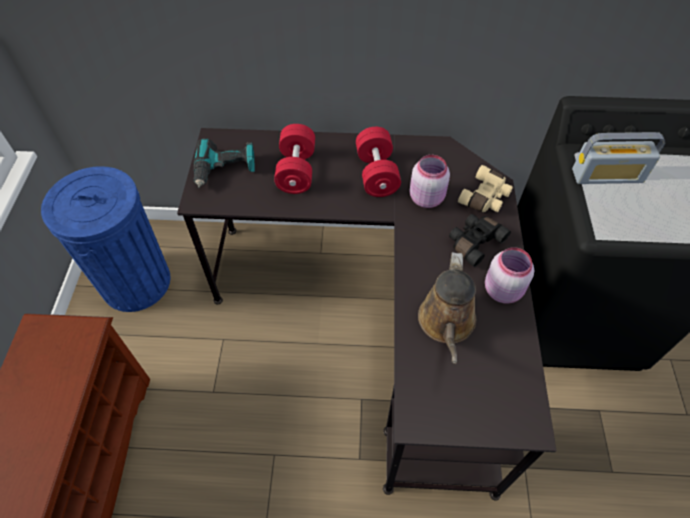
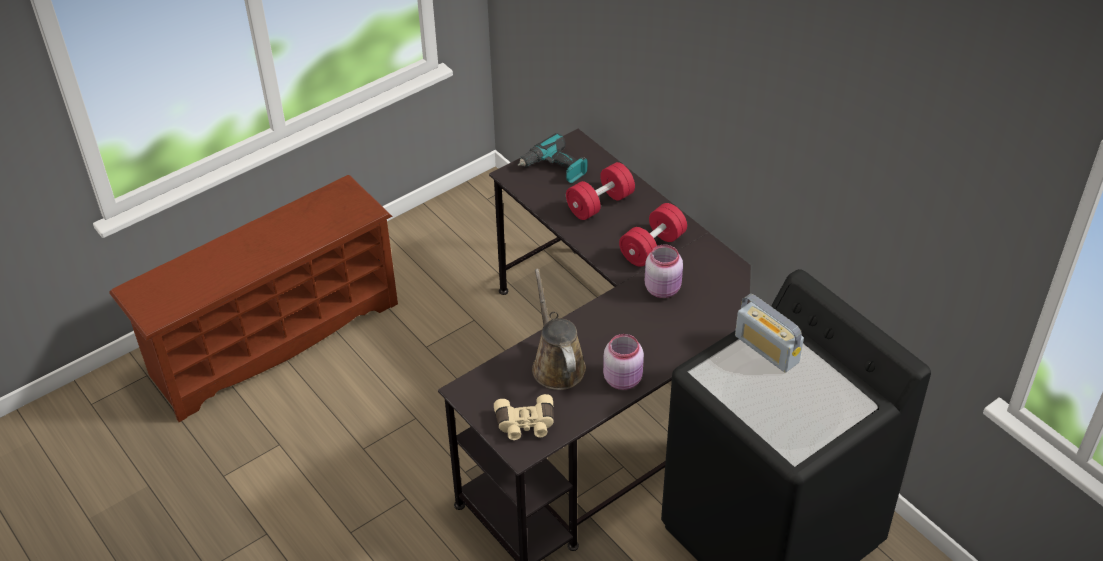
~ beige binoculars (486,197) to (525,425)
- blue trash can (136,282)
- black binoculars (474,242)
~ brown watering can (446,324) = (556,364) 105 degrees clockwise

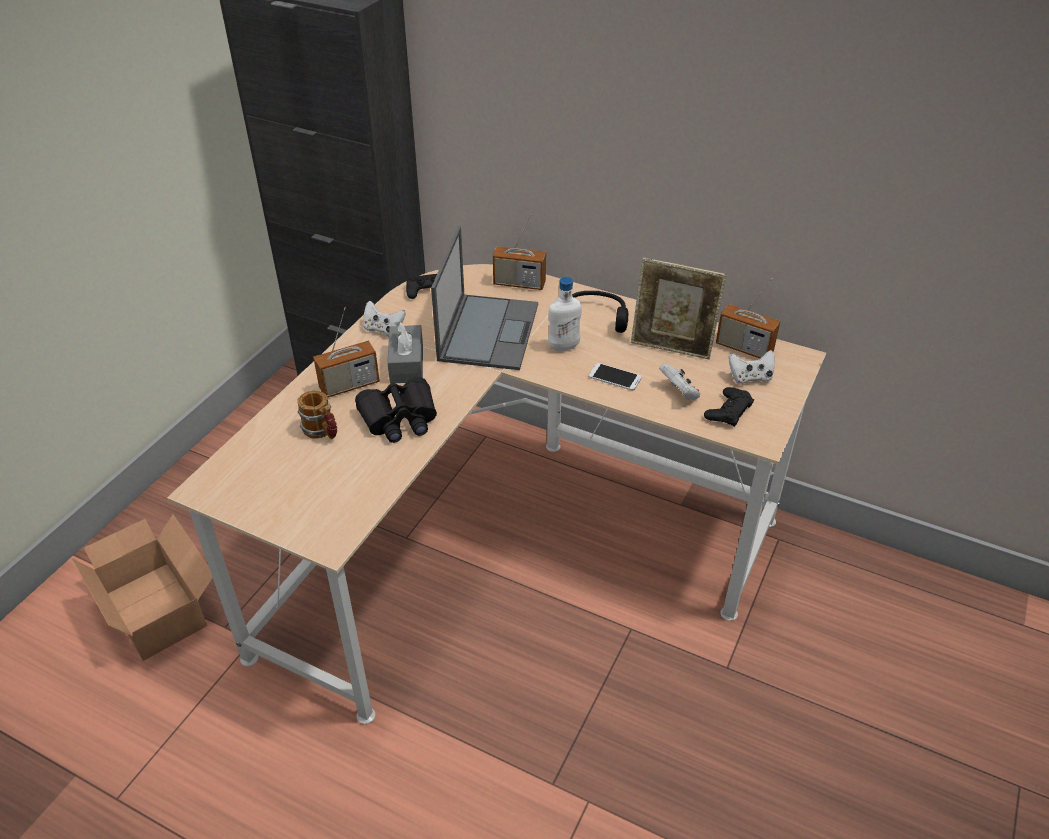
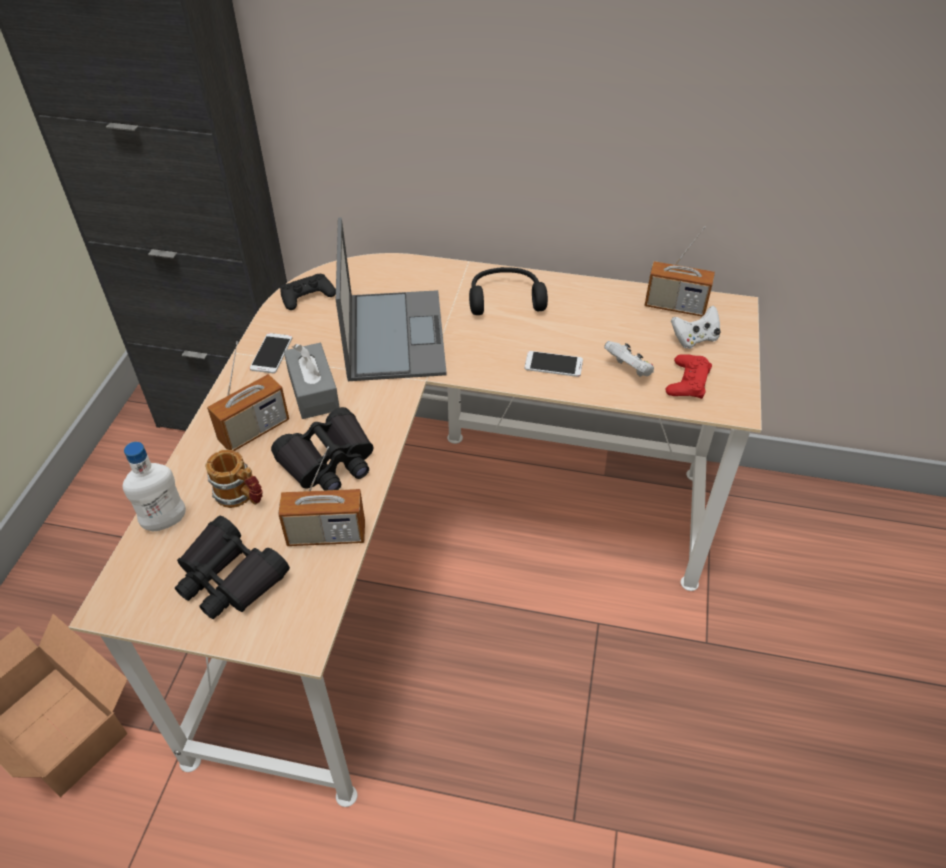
~ radio (519,283) to (326,535)
- picture frame (671,348)
~ white bottle (563,346) to (165,522)
~ white game controller (383,329) to phone (271,353)
~ black game controller (728,411) to red game controller (687,381)
+ black binoculars (229,577)

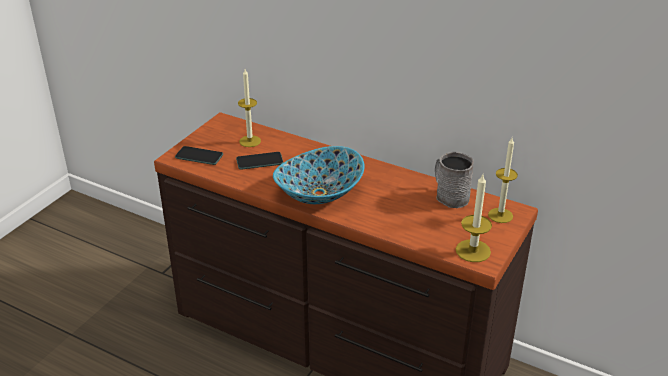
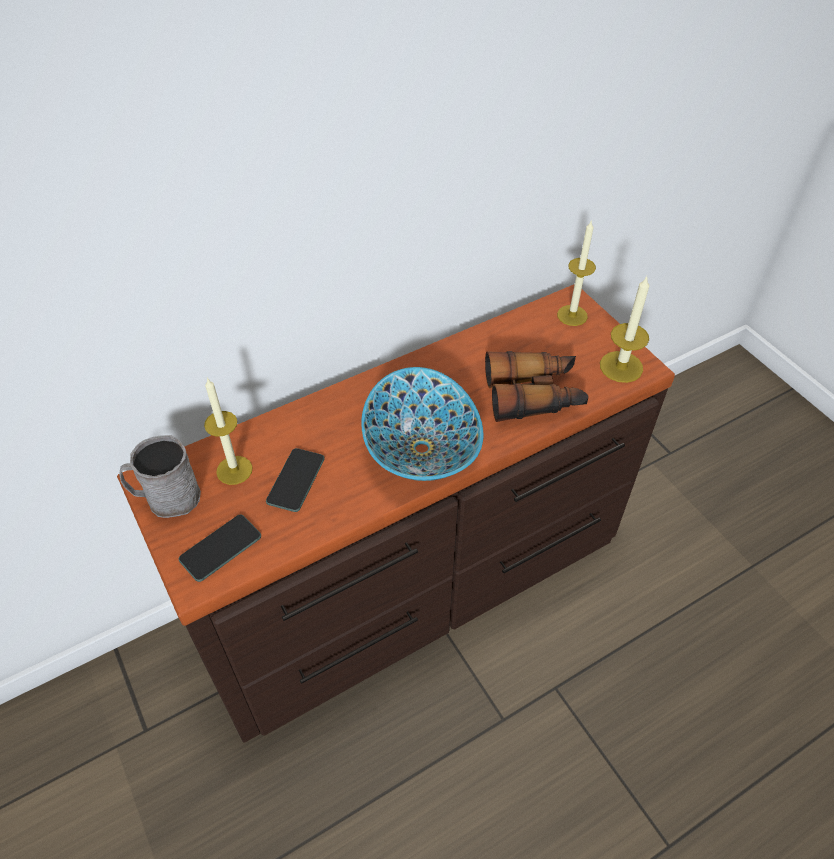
~ grey mug (449,195) to (166,498)
+ binoculars (534,395)

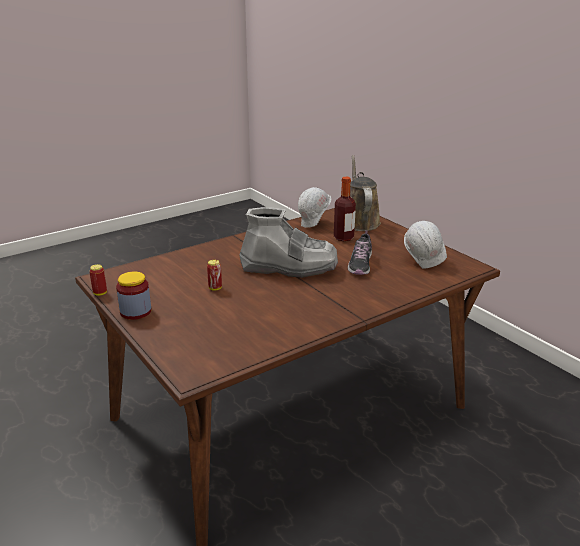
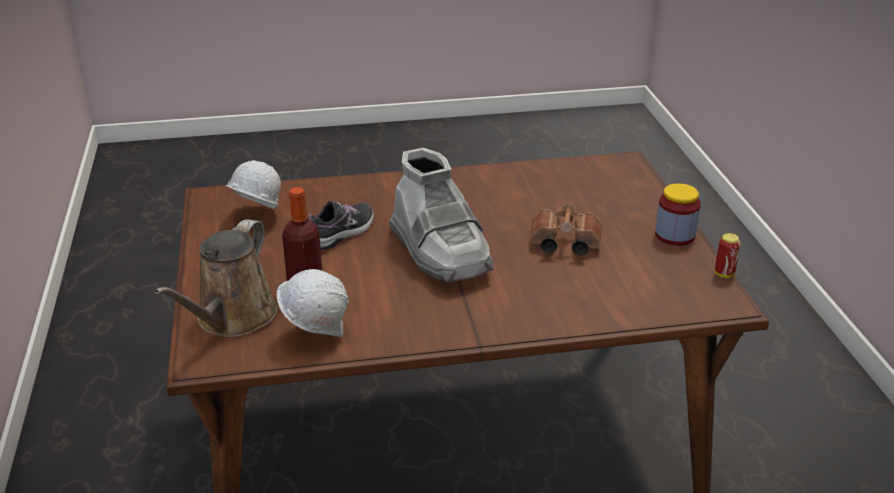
~ grey boot (289,267) = (440,252) 150 degrees counterclockwise
~ can (215,288) to brown binoculars (563,244)

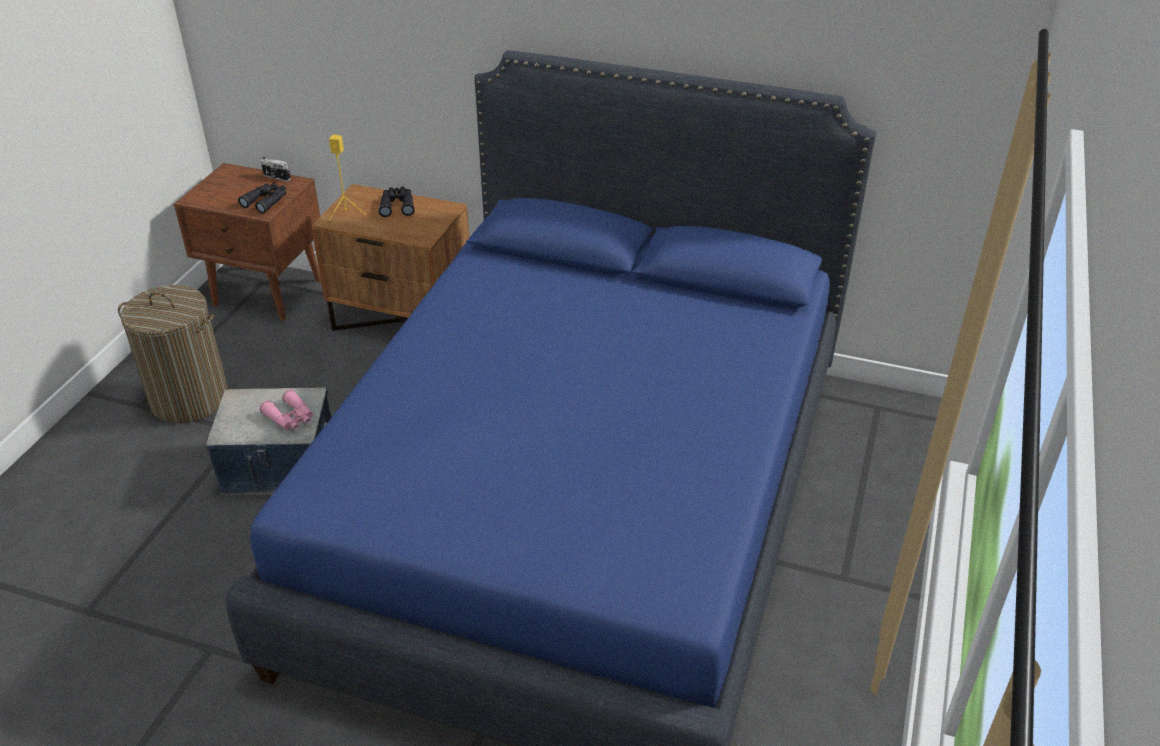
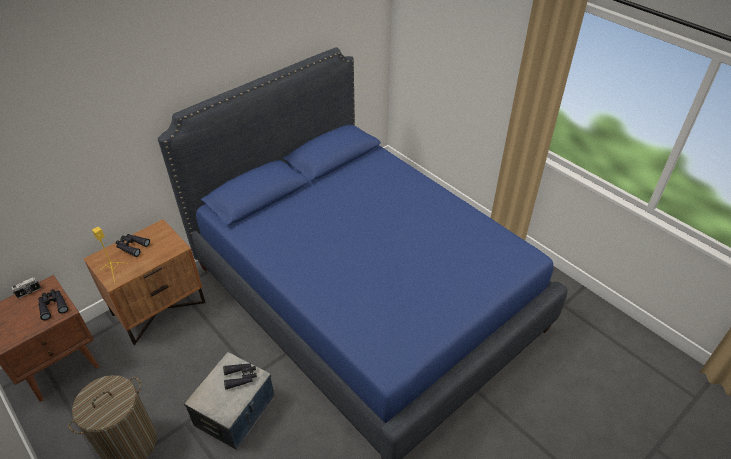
~ pink binoculars (291,418) to black binoculars (241,377)

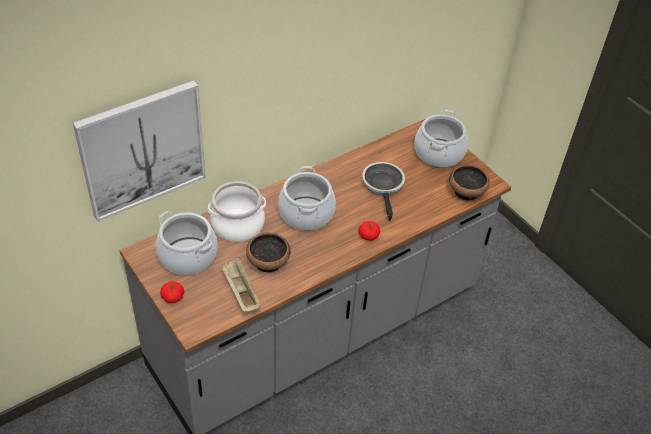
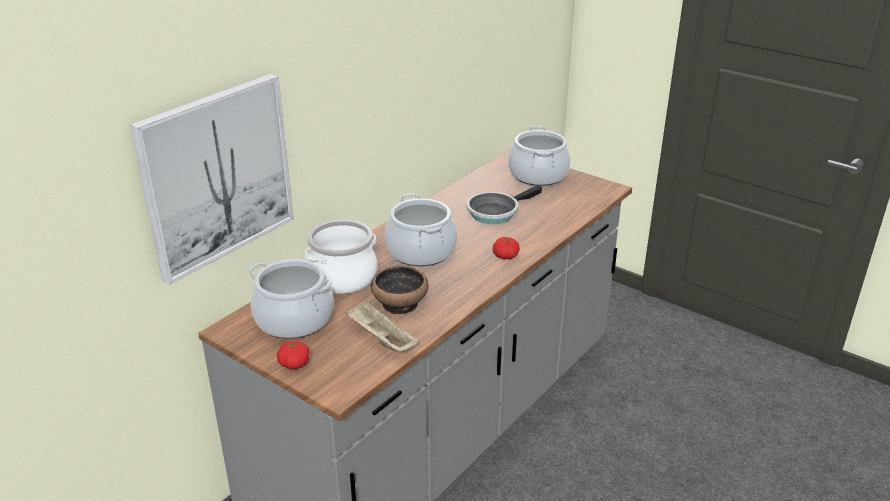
~ frying pan (383,186) = (495,212) 105 degrees counterclockwise
- bowl (466,192)

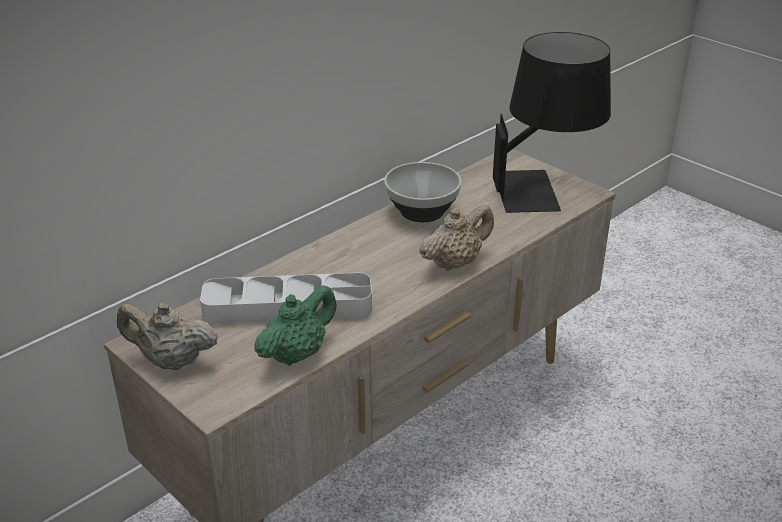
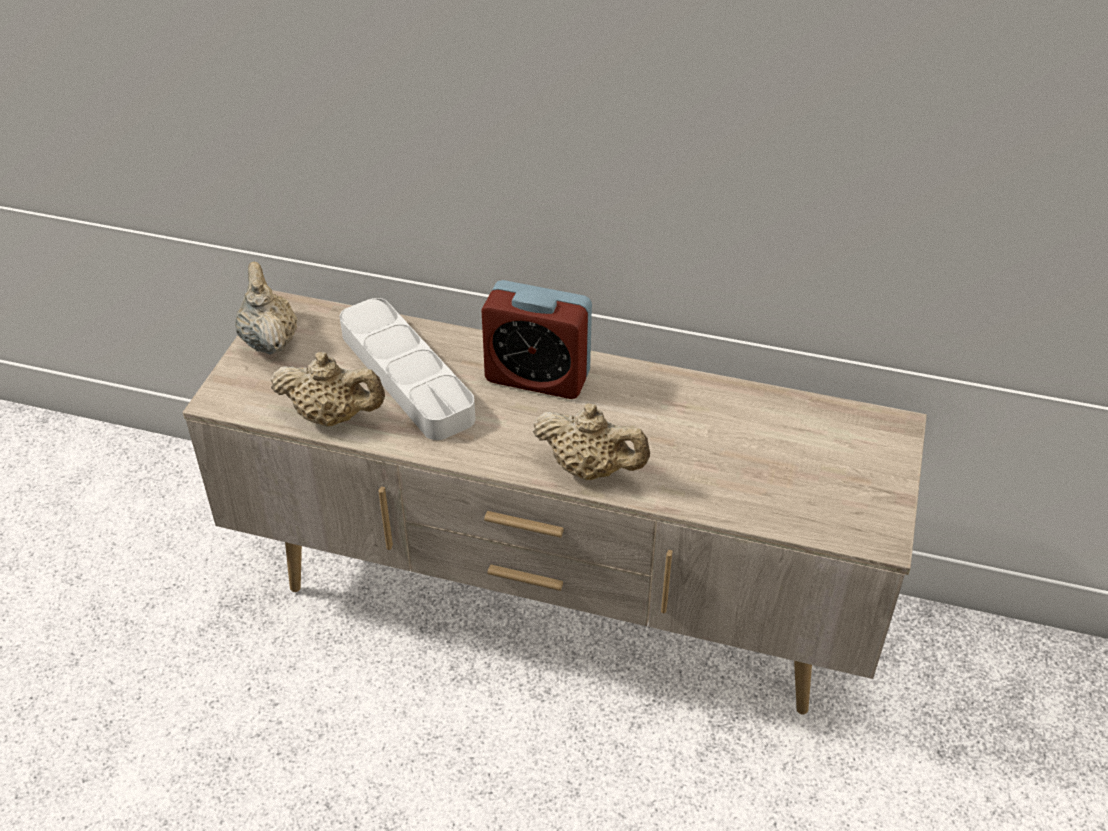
- black table lamp (544,189)
- bowl (421,212)
~ green teapot (297,353) to beige teapot (333,416)
+ alarm clock (537,377)

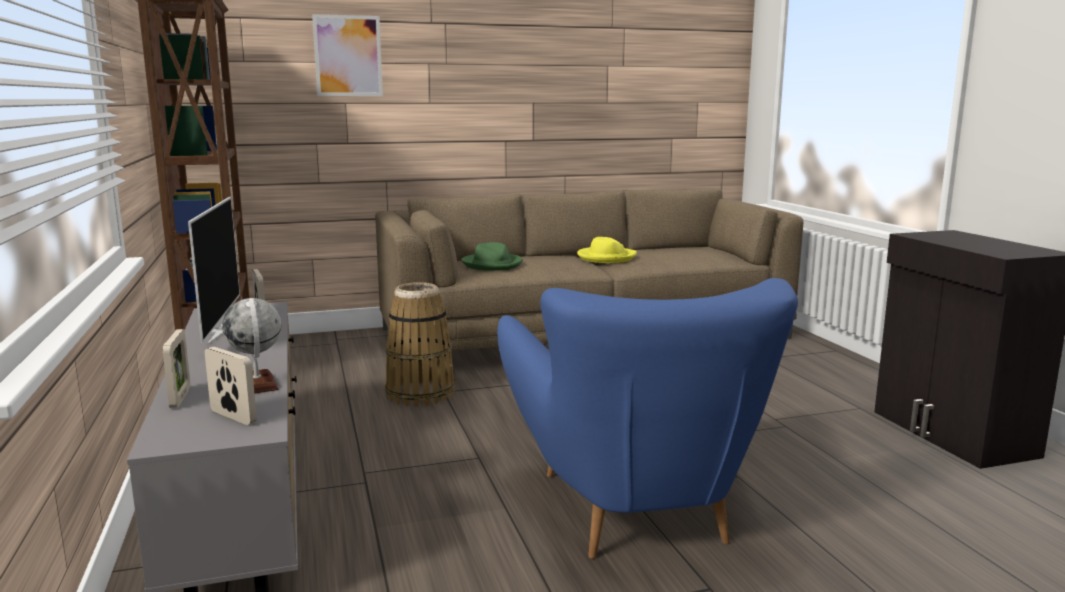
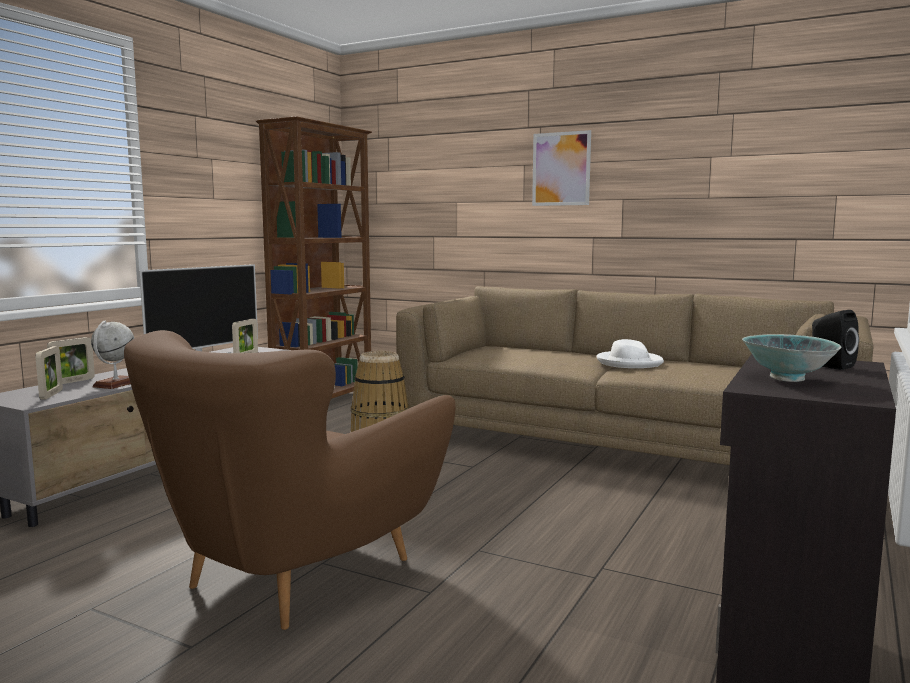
~ picture (348,56) to (561,169)
~ yellow hat (606,257) to white hat (629,362)
- green hat (492,264)
~ blue armchair (634,509) to brown armchair (296,574)
+ black speaker (829,366)
+ bowl (786,378)

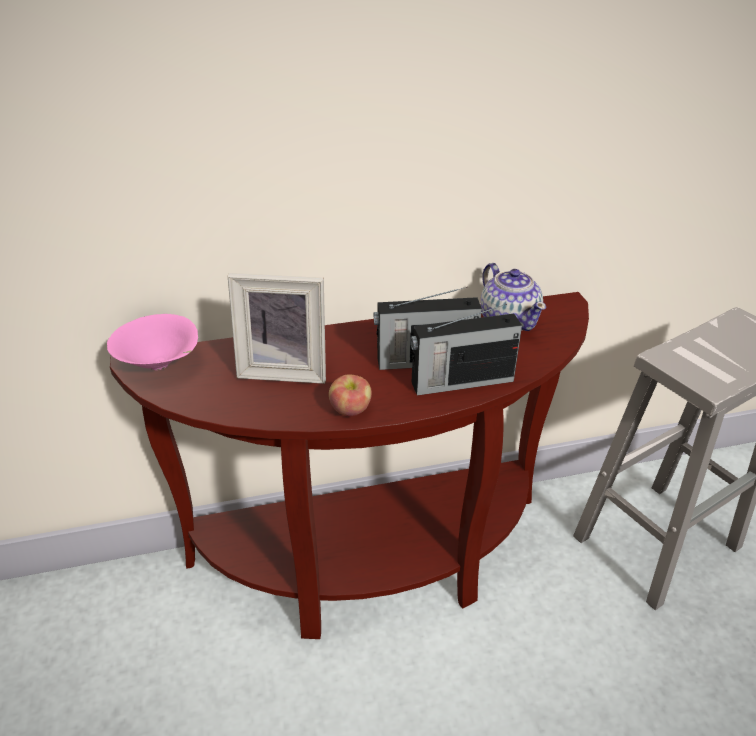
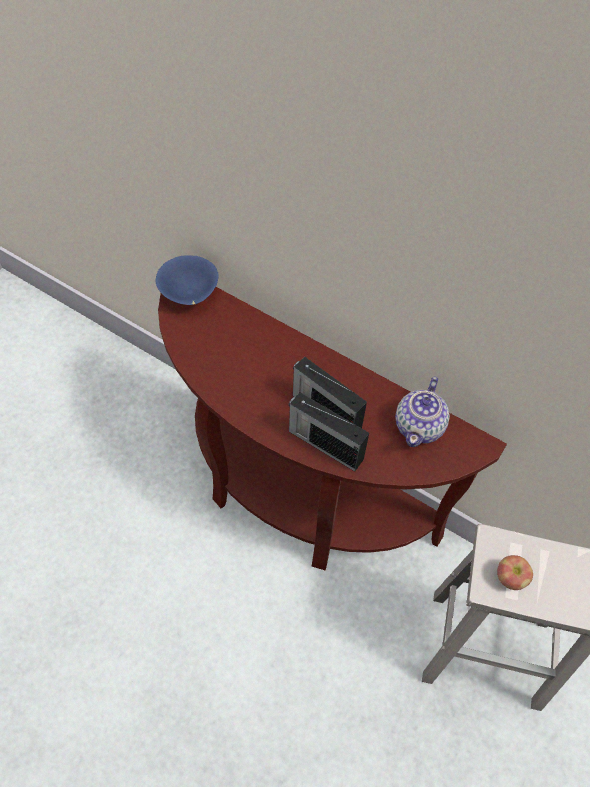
- picture frame (284,369)
~ pink bowl (160,365) to blue bowl (189,295)
~ apple (350,410) to (510,578)

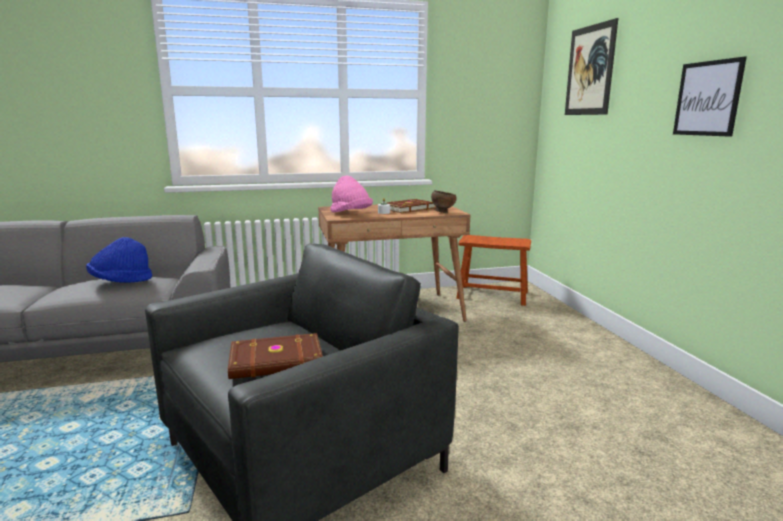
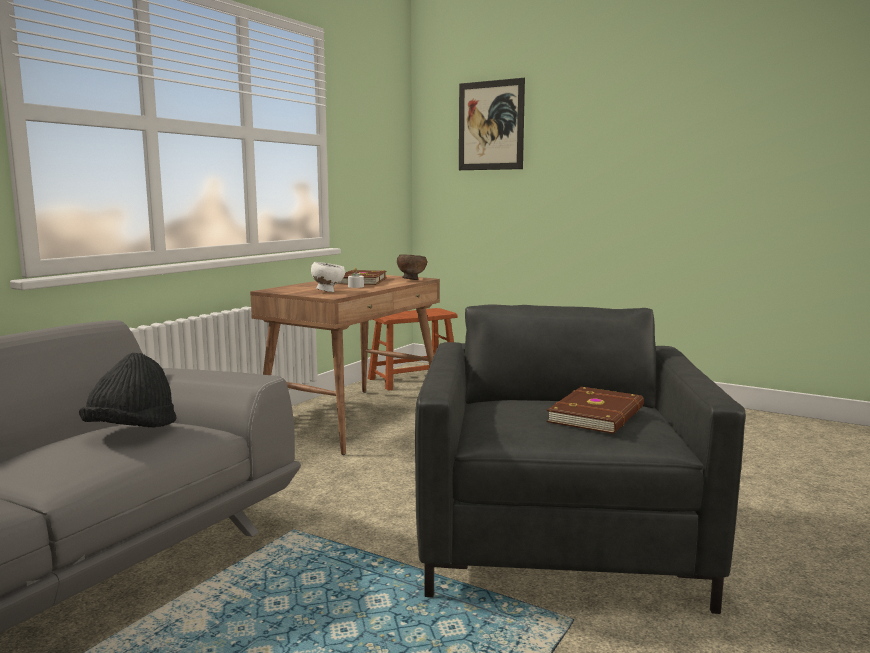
- picture (707,98)
~ pink hat (350,214) to white bowl (328,291)
~ blue hat (121,281) to black hat (132,431)

